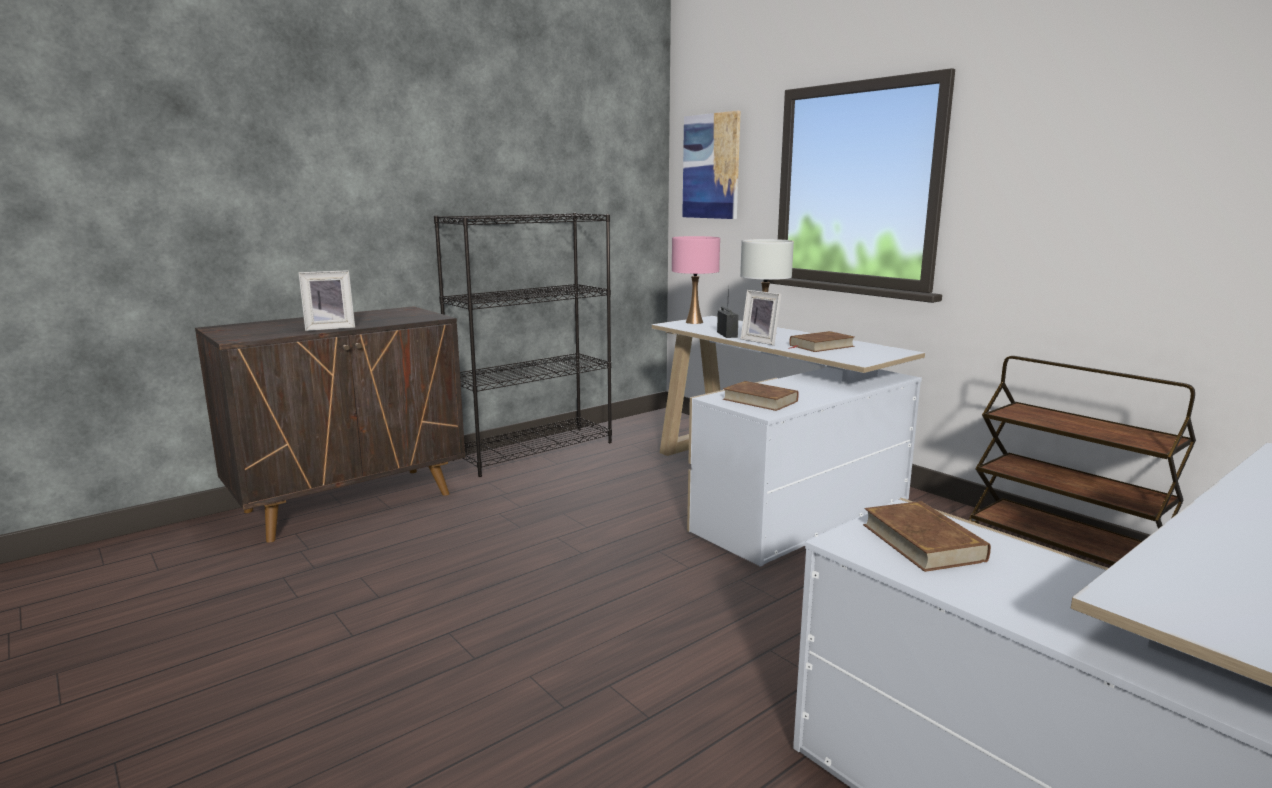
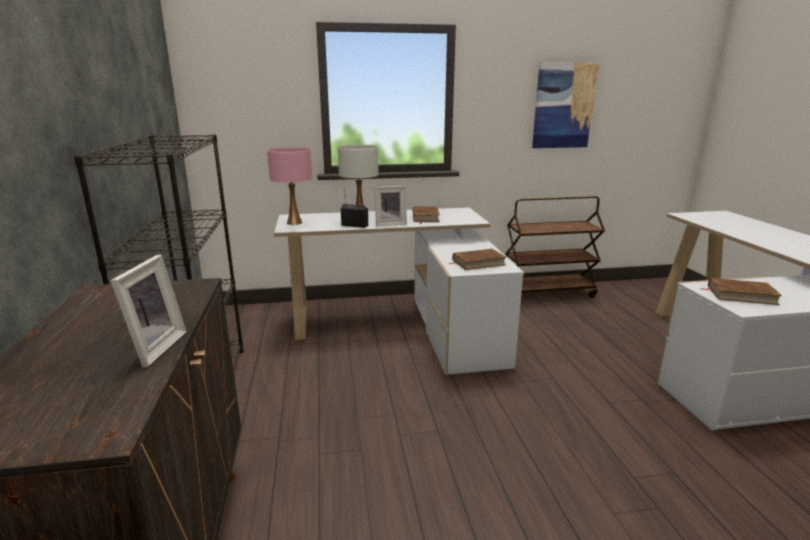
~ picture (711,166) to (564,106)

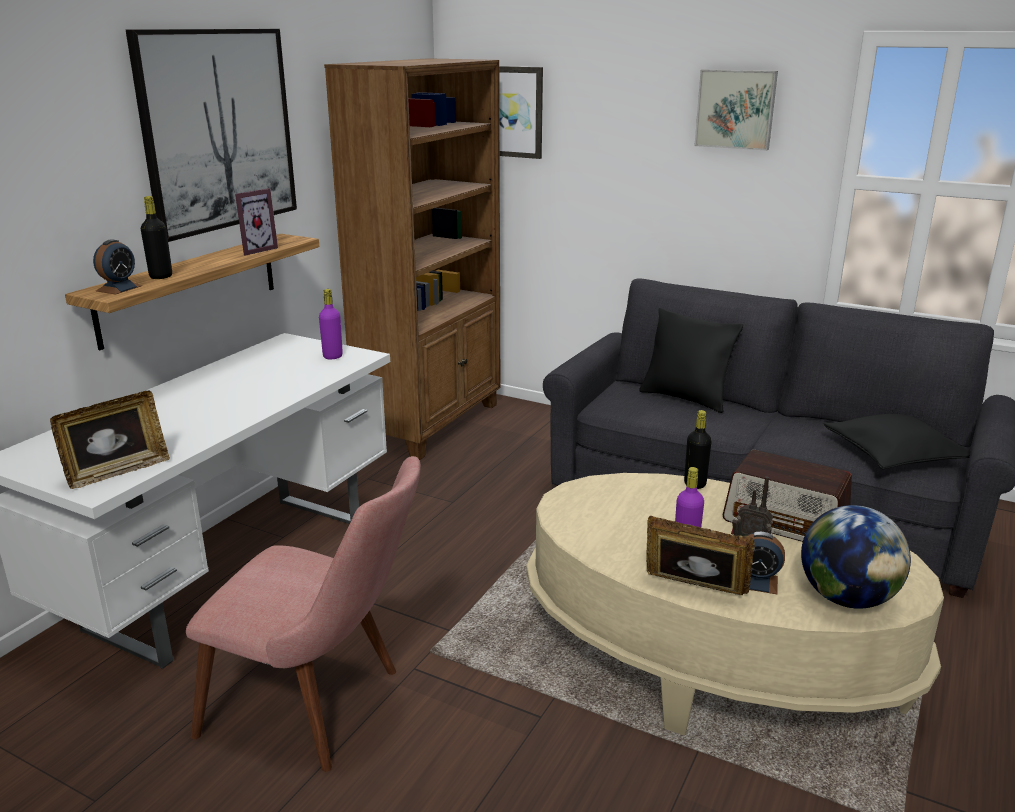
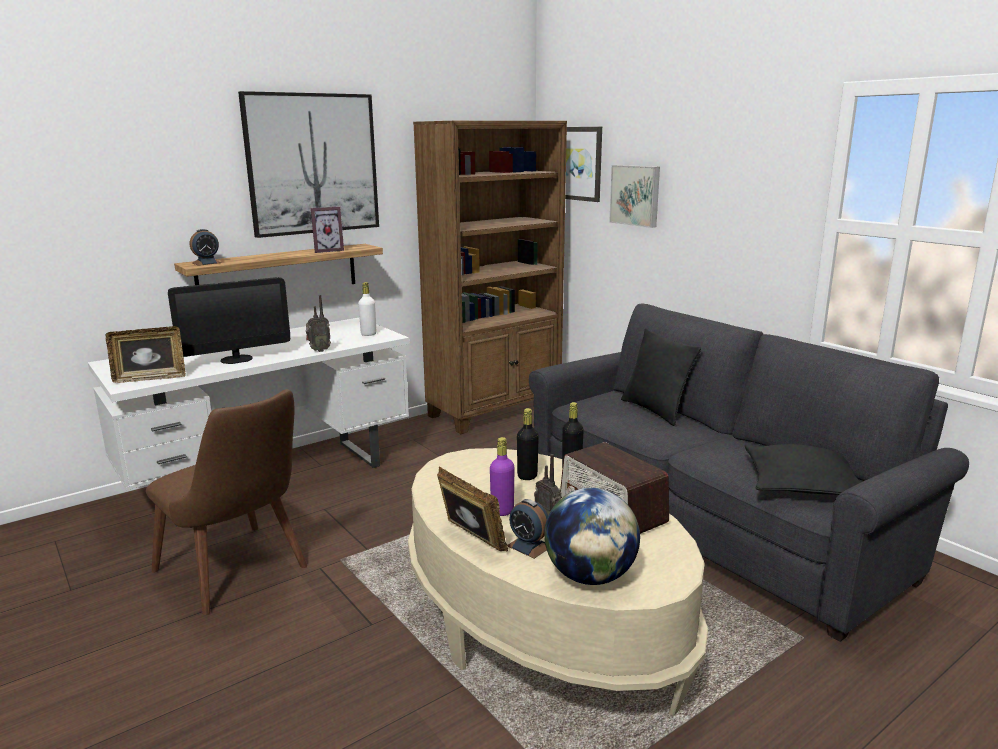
~ picture (736,109) to (636,195)
~ black bottle (161,276) to (527,476)
~ purple bottle (332,356) to white bottle (368,334)
~ pink chair (323,706) to brown chair (241,575)
+ monitor (236,359)
+ radio (318,350)

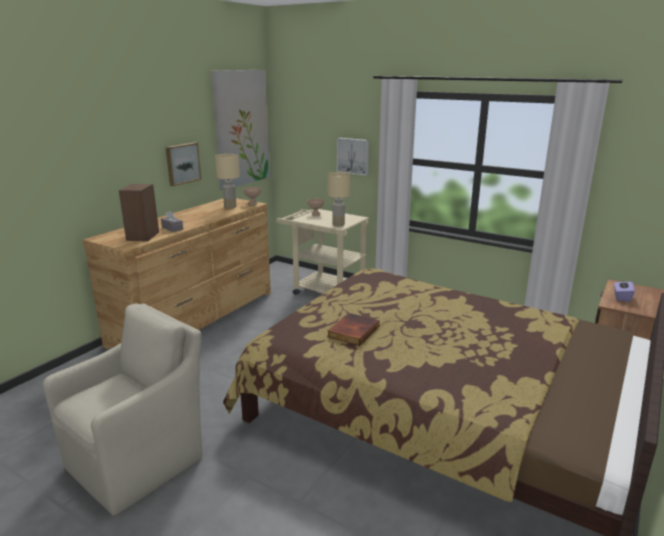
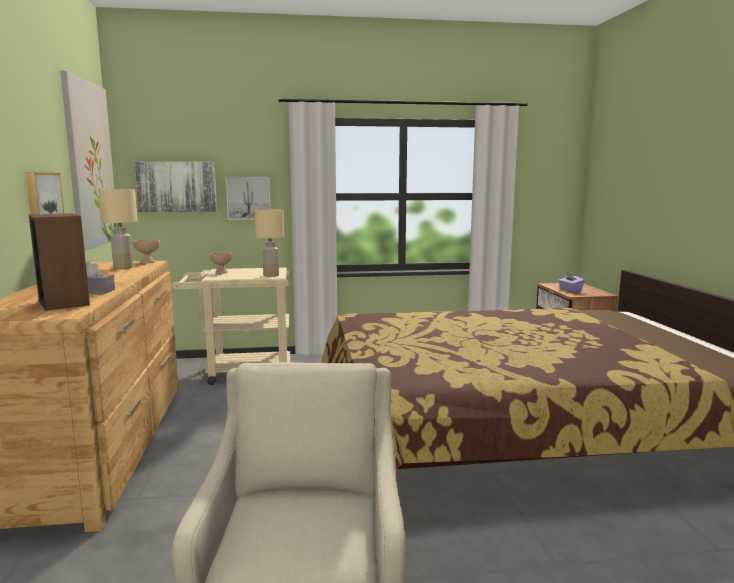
- book (352,331)
+ picture (177,186)

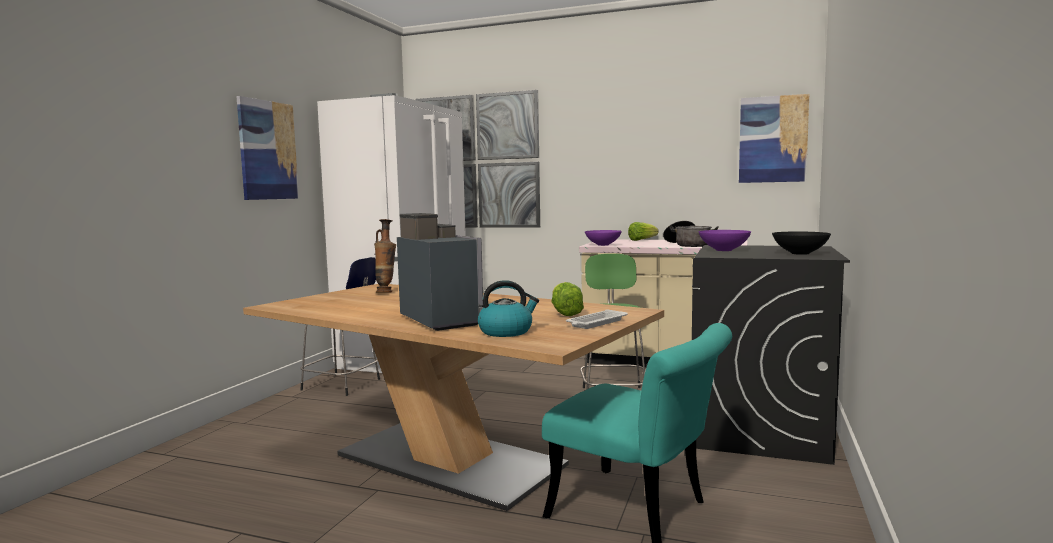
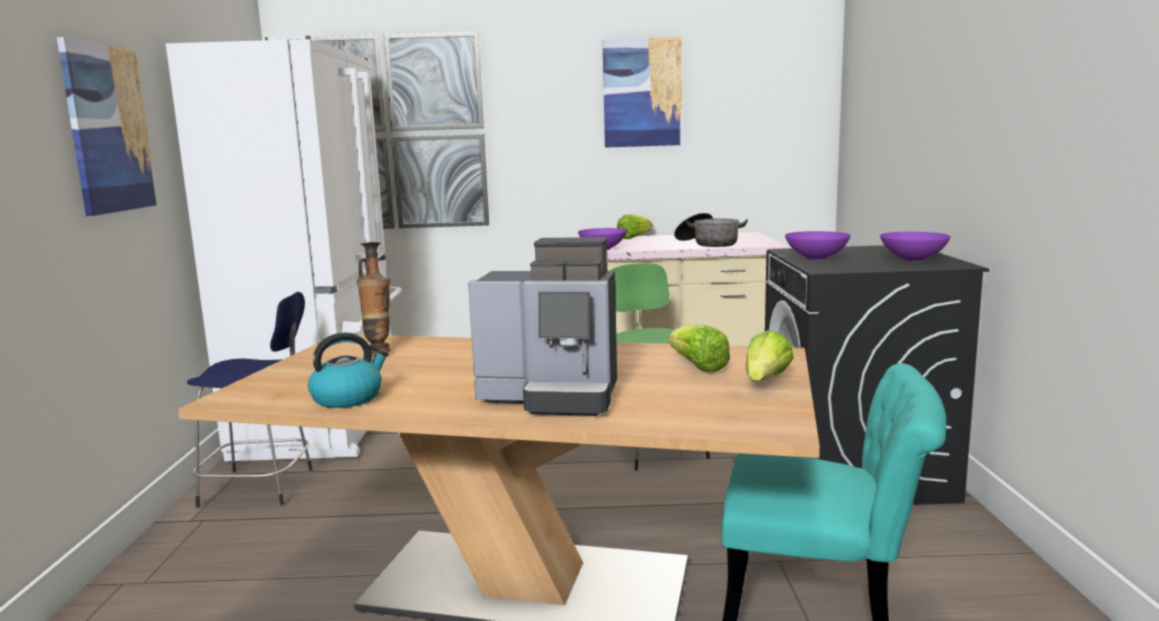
~ picture (773,139) to (642,93)
~ coffee machine (444,319) = (553,397) 150 degrees clockwise
~ black bowl (799,253) to purple bowl (912,260)
~ kettle (506,332) to (348,398)
~ white tray (596,323) to lettuce (765,381)

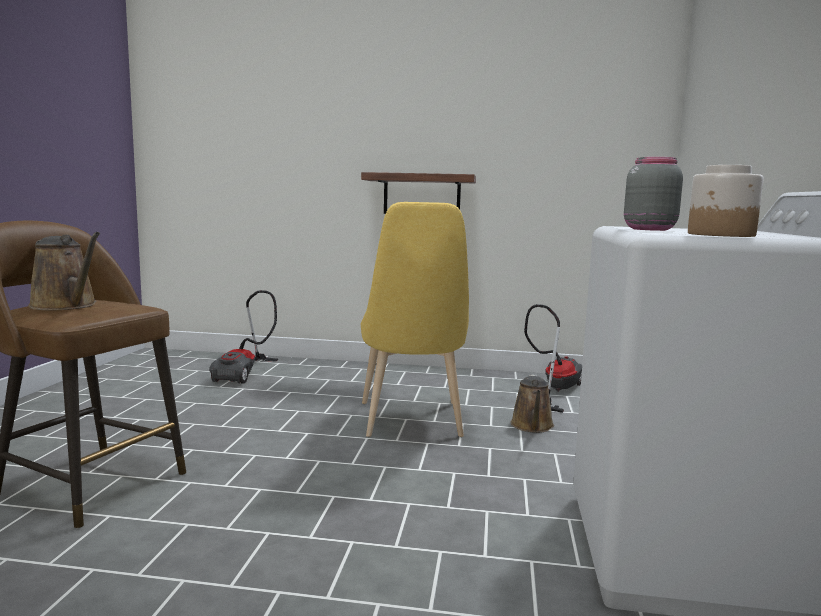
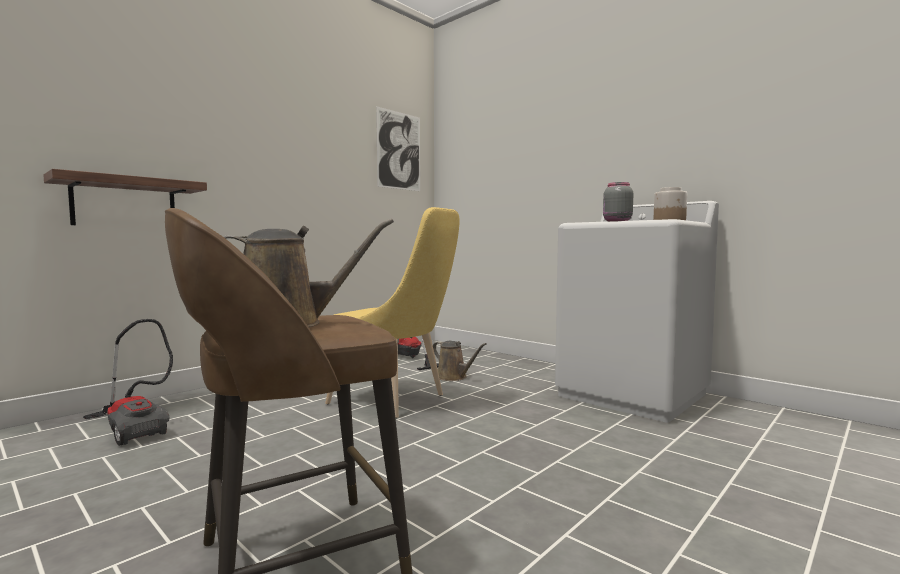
~ shelf (422,195) to (125,203)
+ picture (399,150)

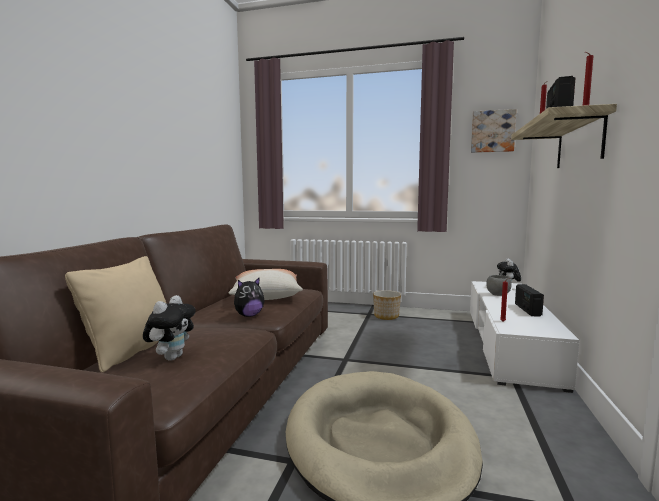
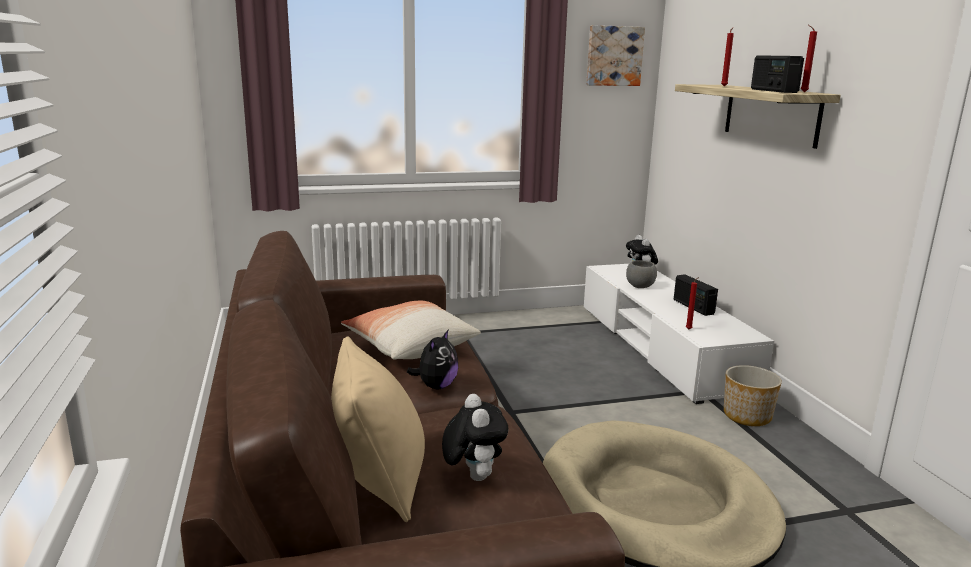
~ planter (386,316) to (747,416)

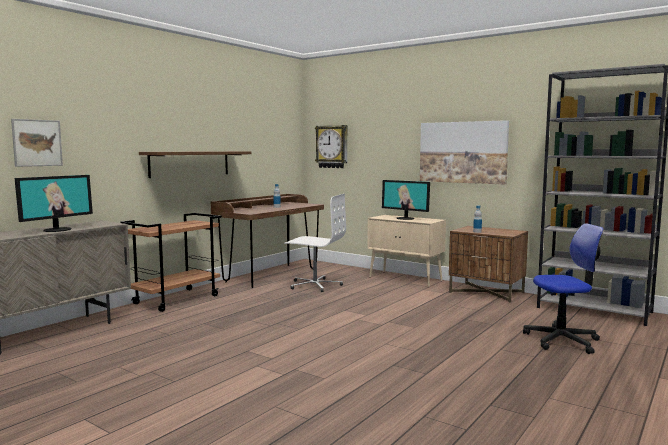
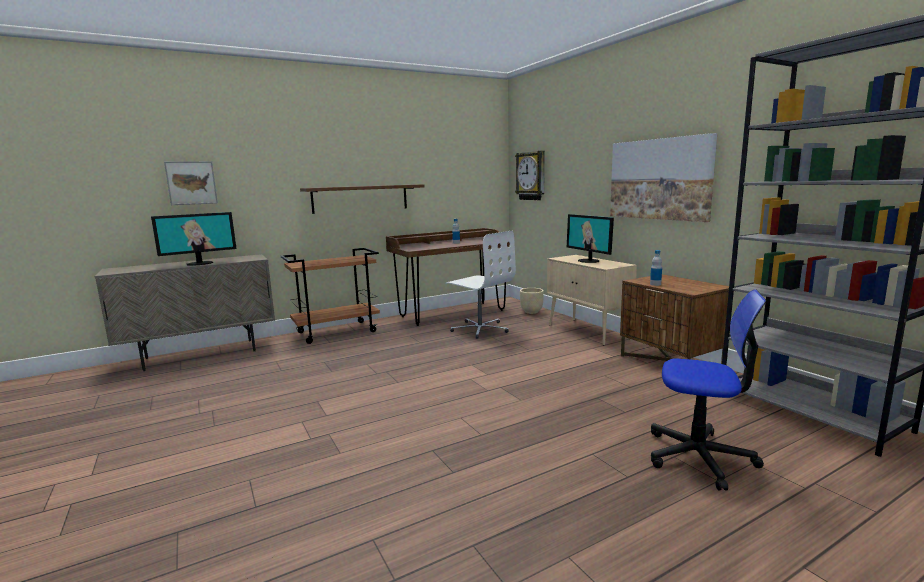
+ beige planter (531,312)

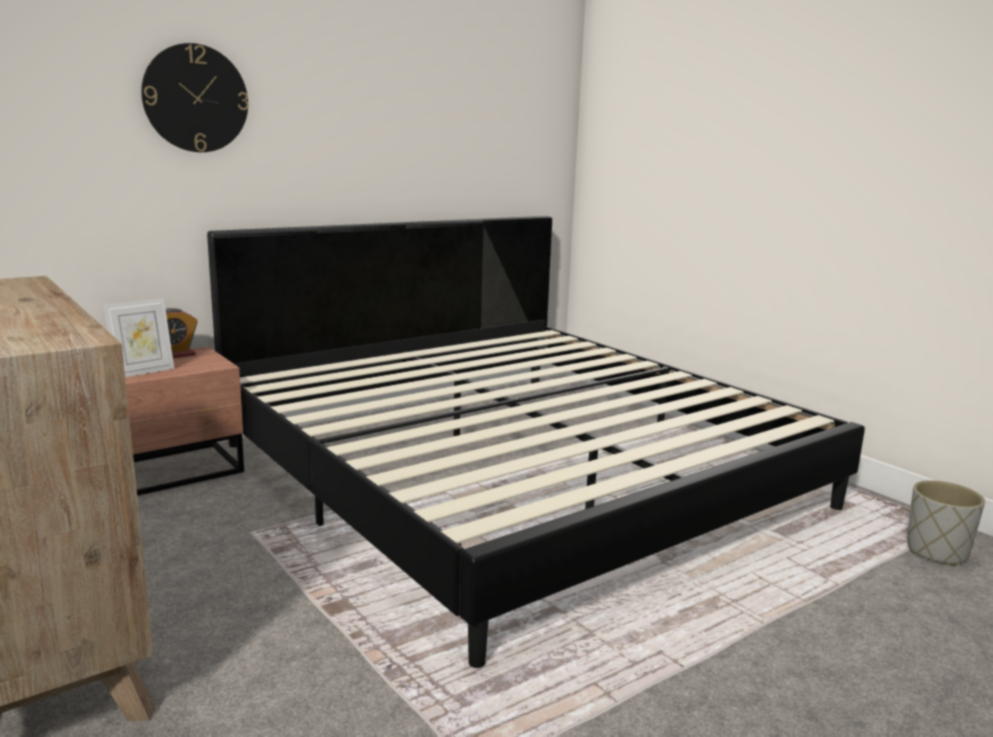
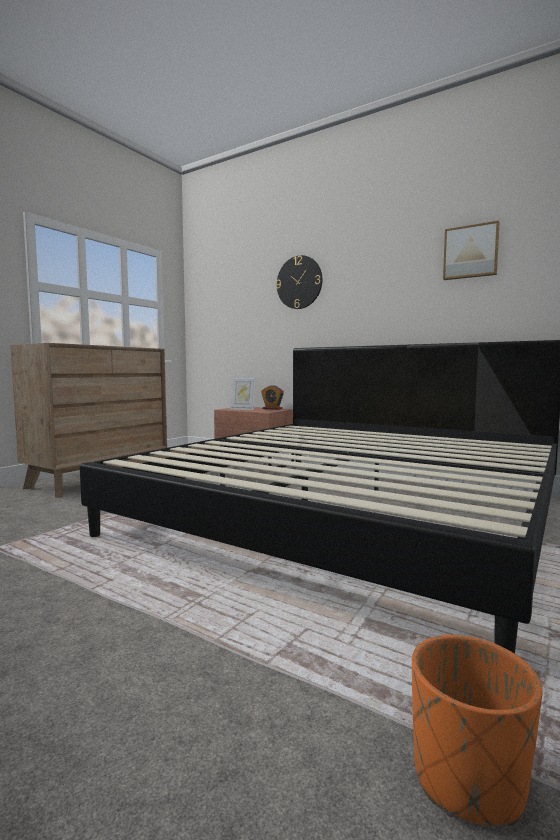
~ grey planter (936,551) to orange planter (469,779)
+ picture (471,252)

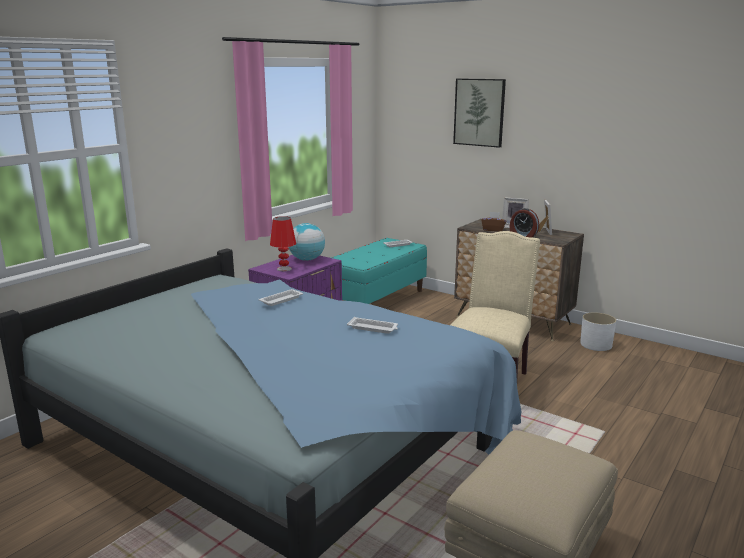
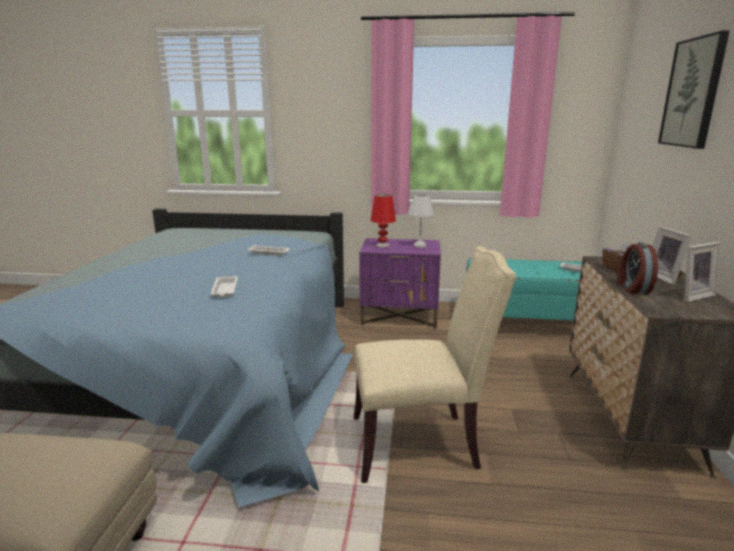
~ globe (306,259) to white table lamp (419,245)
- white planter (595,344)

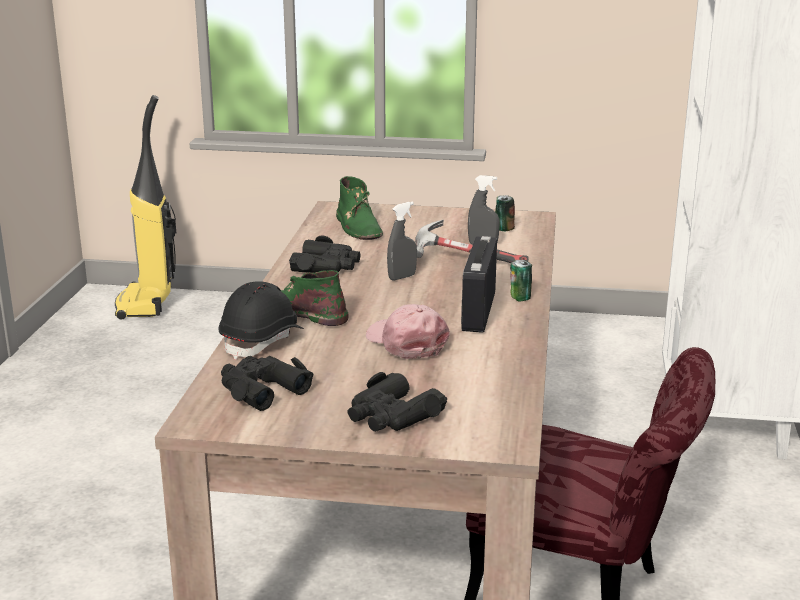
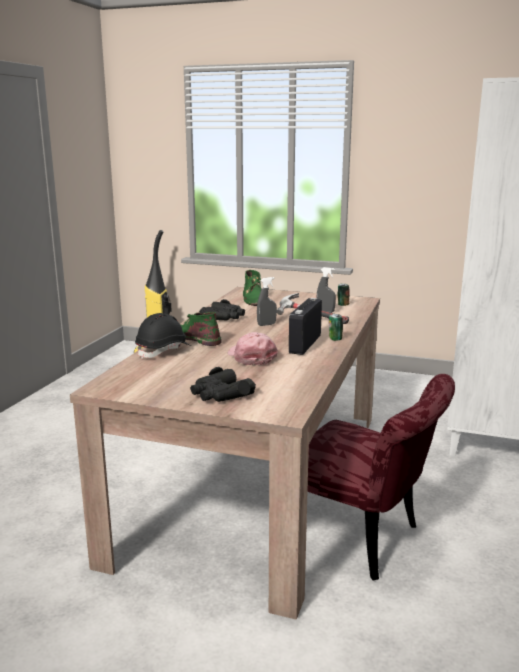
- black binoculars (261,389)

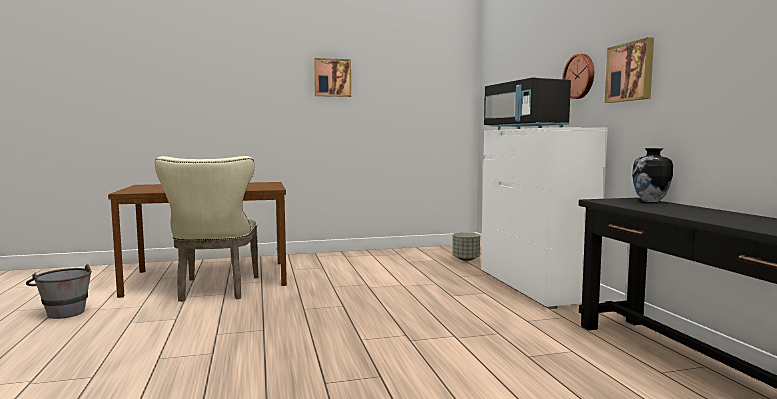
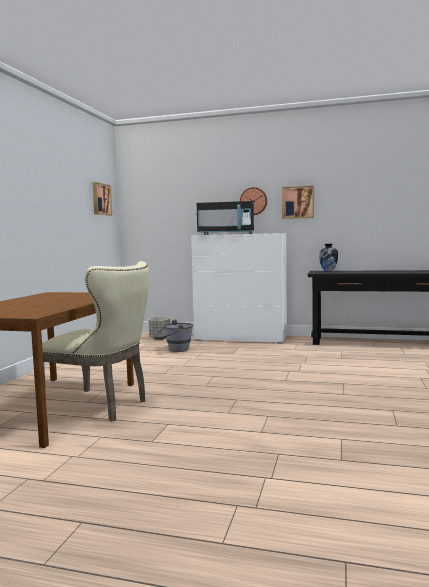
~ picture (332,78) to (101,199)
~ grey bucket (63,311) to (174,350)

